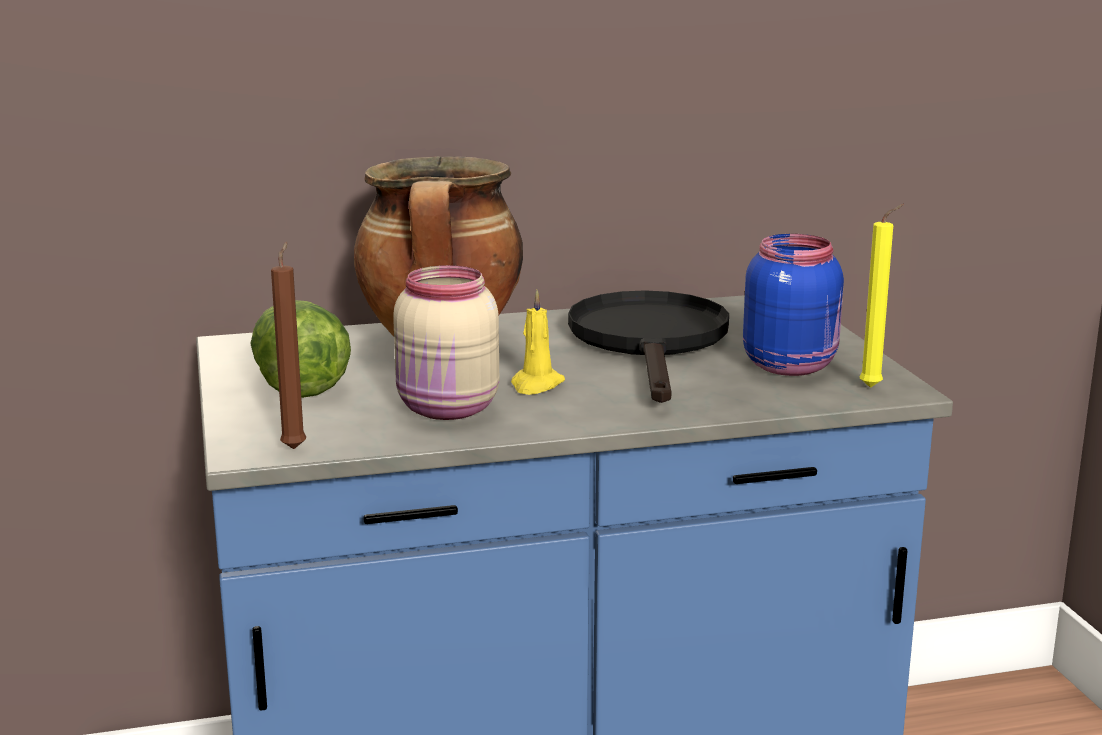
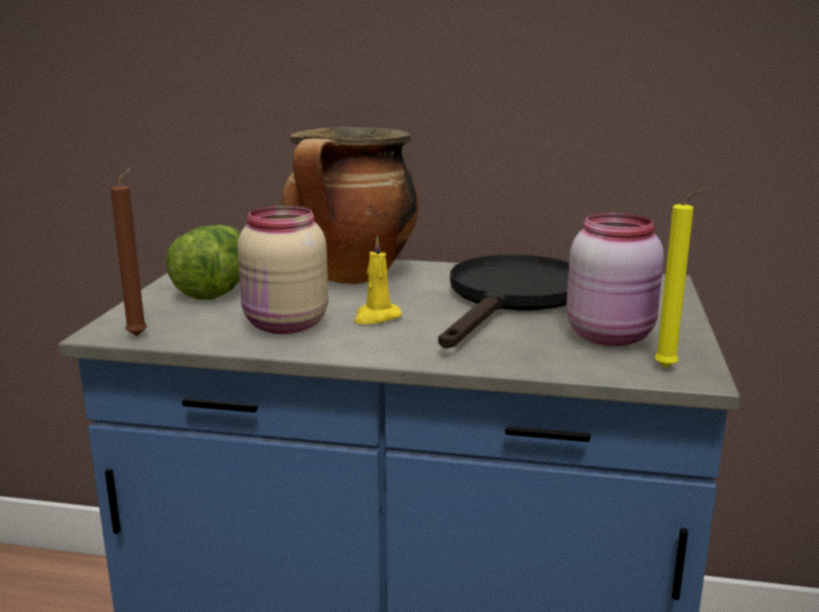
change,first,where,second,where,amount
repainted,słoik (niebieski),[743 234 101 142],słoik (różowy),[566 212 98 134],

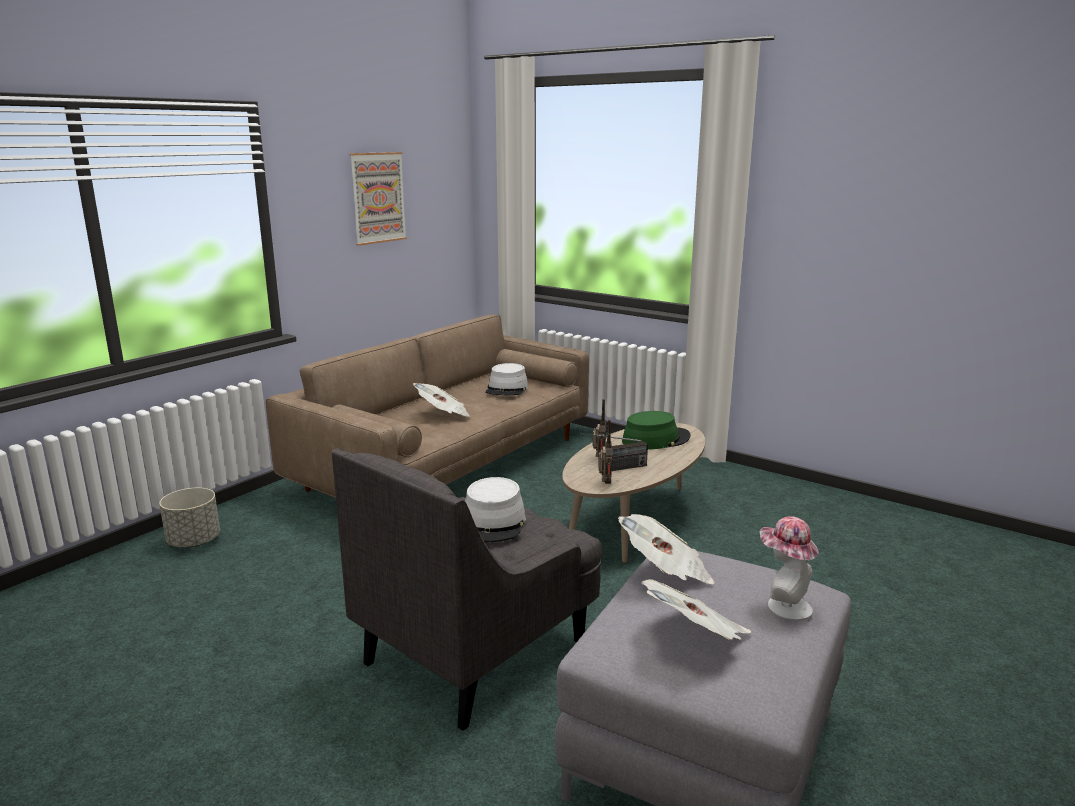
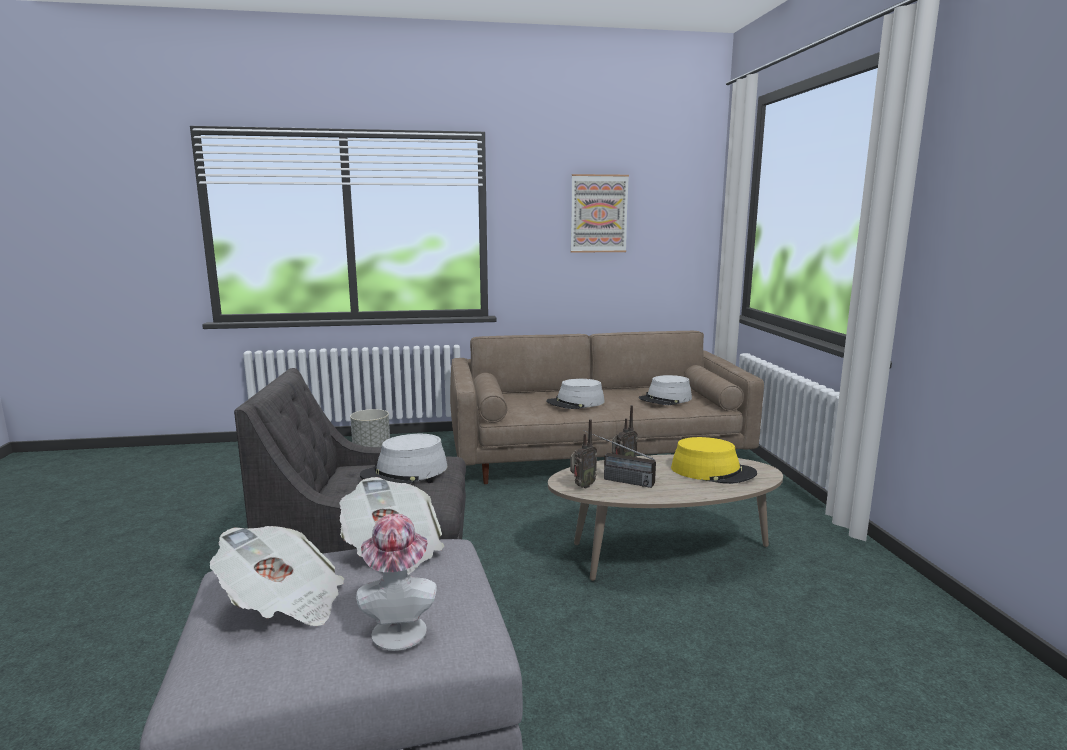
change,first,where,second,where,amount
swapped,gazeta,[413 383 57 34],kapelusz (szary),[546 379 59 30],
repainted,kapelusz (zielony),[622 411 69 39],kapelusz (żółty),[671 437 86 47],

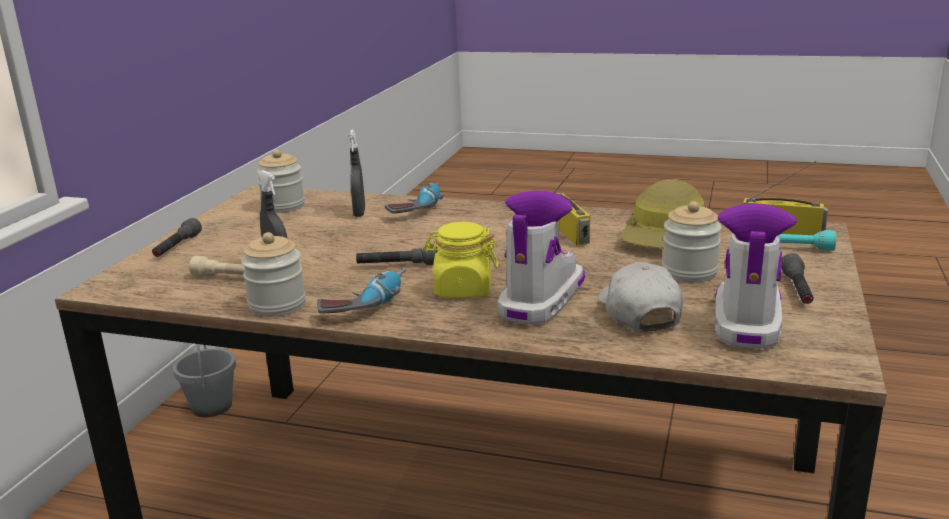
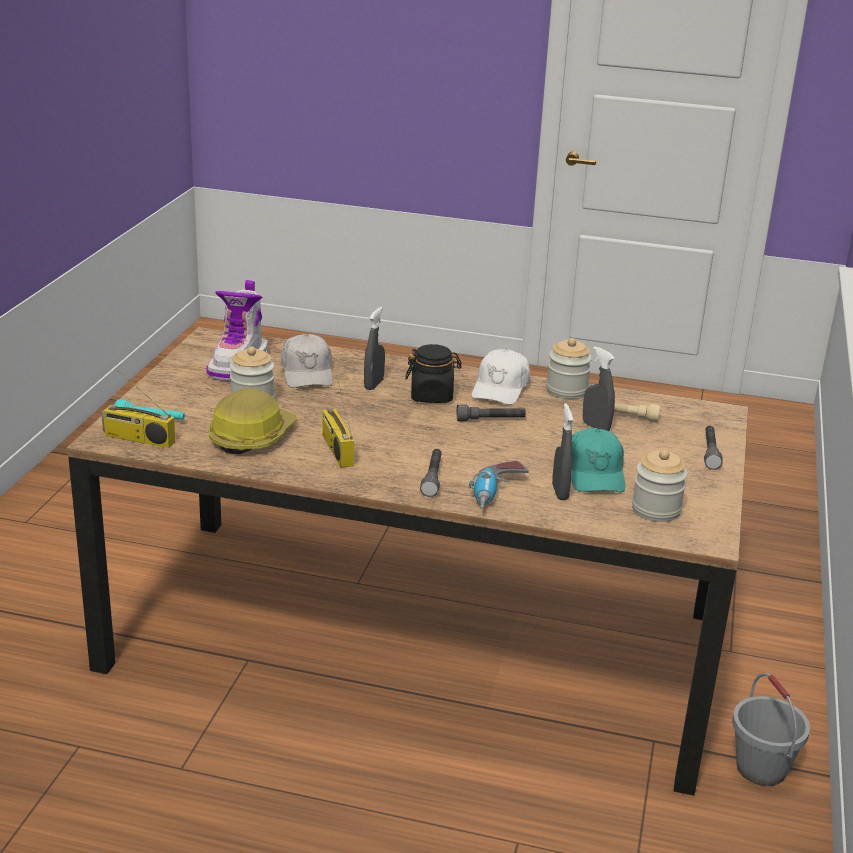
change,first,where,second,where,amount
swapped,but z cholewką,[497 191 88 134],spryskiwacz (szary),[364 307 21 83],
repainted,słoik (żółty),[424 222 74 76],słoik (czarny),[405 344 57 59],
shifted,latarka (szary),[781 253 33 51],,[420 449 22 48],
swapped,wiertarka,[317 268 89 45],czapka z daszkiem (biały),[471 349 59 56],
new,,,czapka z daszkiem (turkusowy),[571 428 54 64],

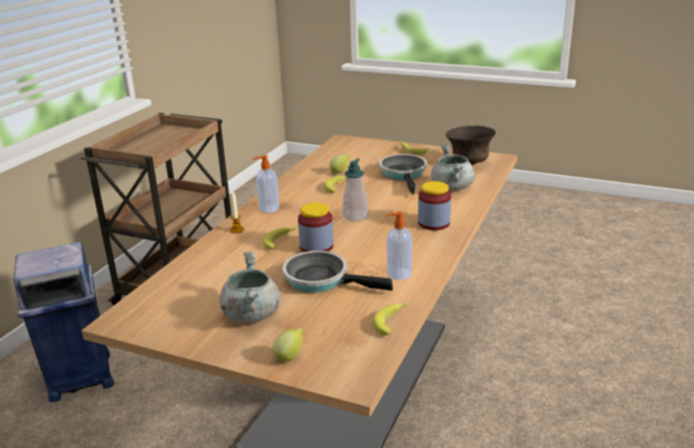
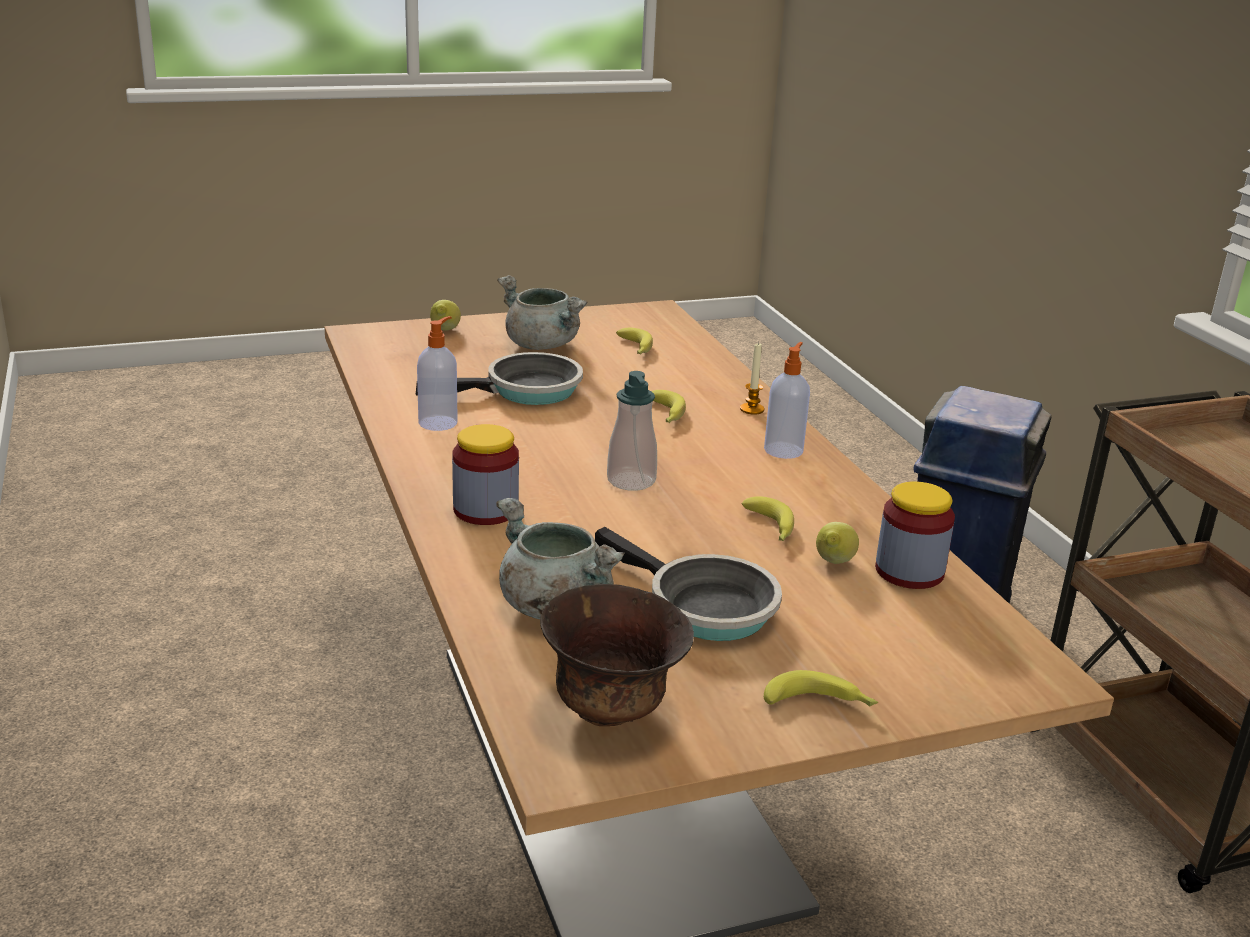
change,first,where,second,where,amount
shifted,banan,[373 302 34 33],,[616 328 37 26],
shifted,słoik,[298 202 35 50],,[875 481 80 108],

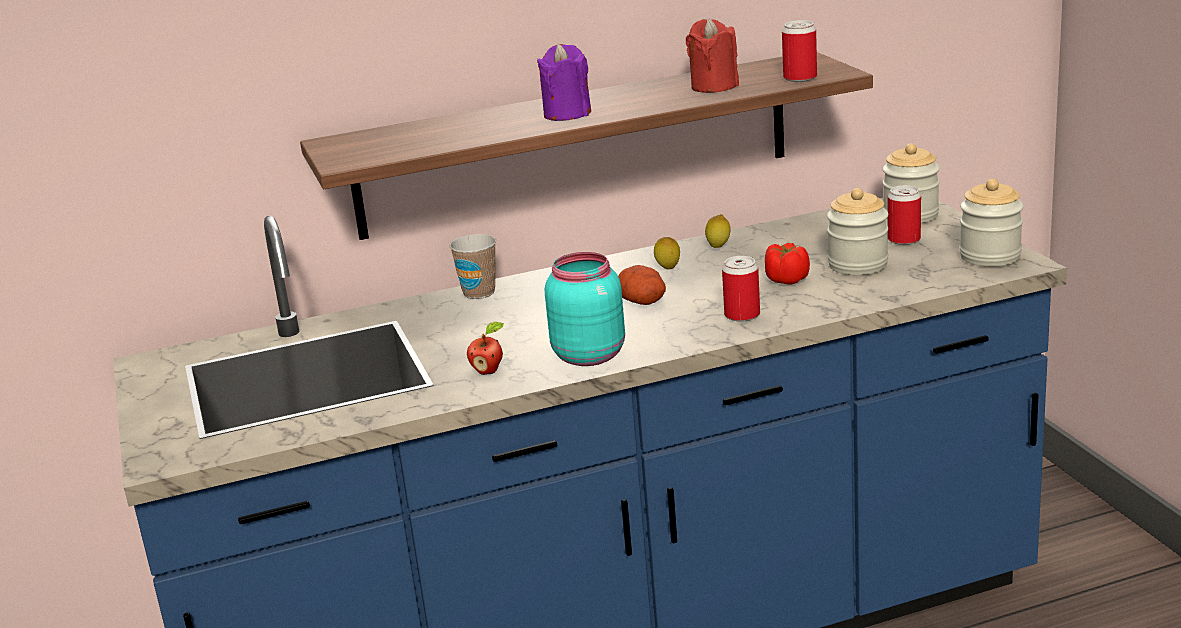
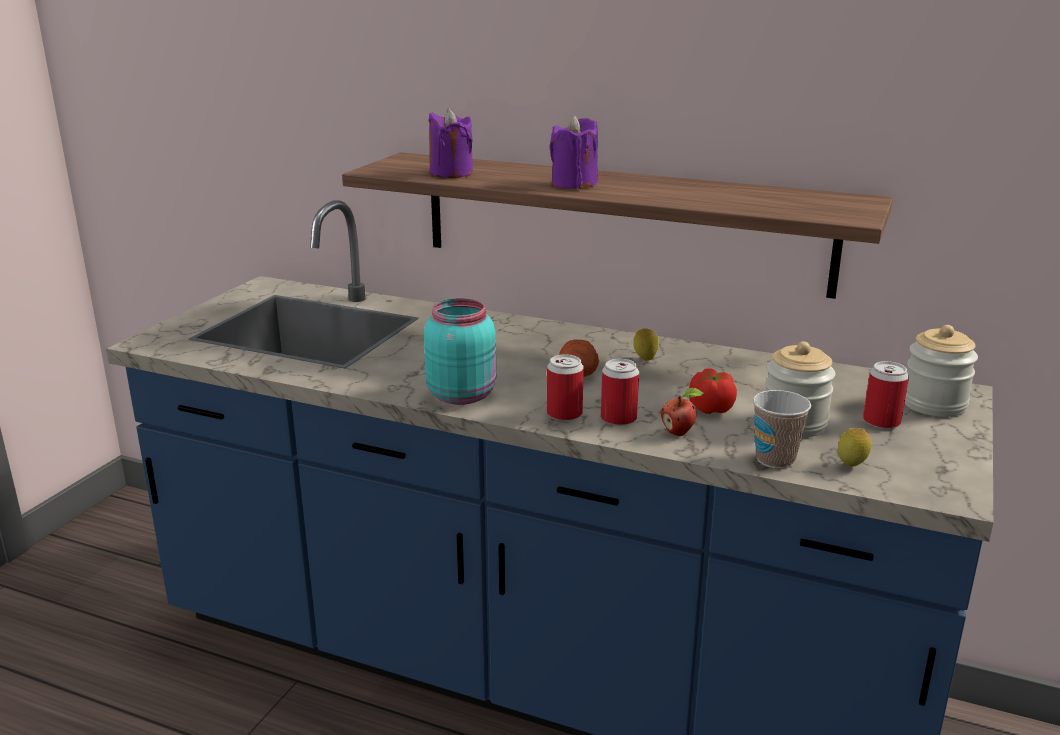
change,first,where,second,where,amount
new,,,świeca (fioletowy),[428 108 45 70],
shifted,puszka,[782 20 35 62],,[547 354 37 67],
shifted,jabłko,[467 322 37 53],,[661 388 42 48],
shifted,filiżanka,[449 234 47 65],,[753 390 58 79],
shifted,cytryna,[705 214 26 34],,[838 428 34 39],
gone,świeca (czerwony),[686 18 53 75],,,
gone,słoik,[959 179 65 88],,,

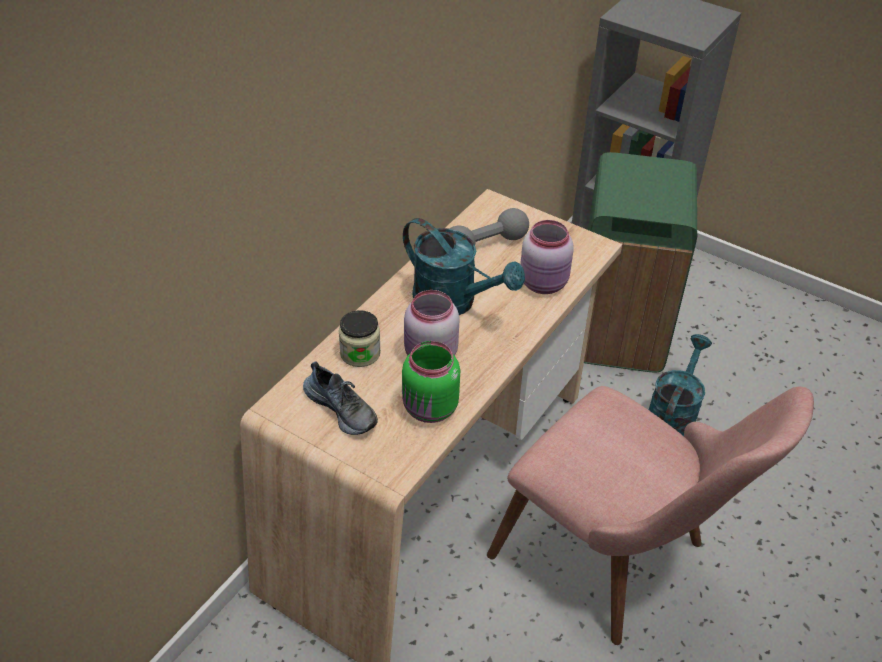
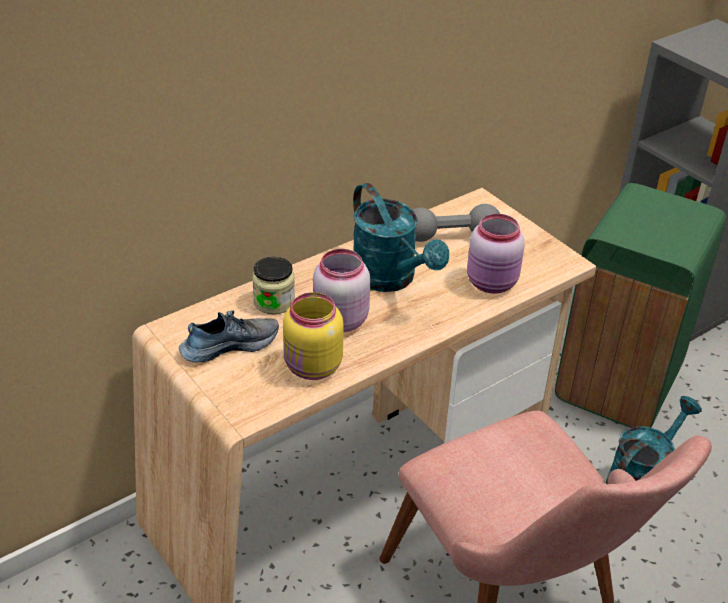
change,first,where,second,where,amount
rotated,but,[303 361 75 74],,[179 310 100 53],90 degrees counterclockwise
repainted,słoik (zielony),[402 341 58 82],słoik (żółty),[283 292 61 88],

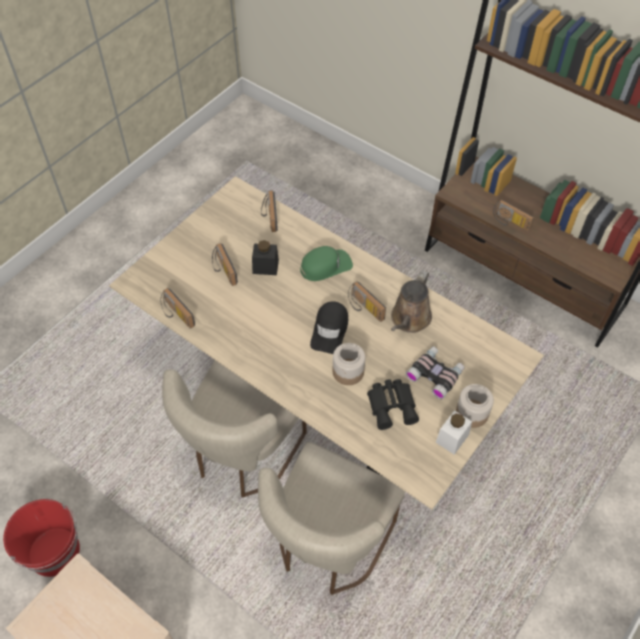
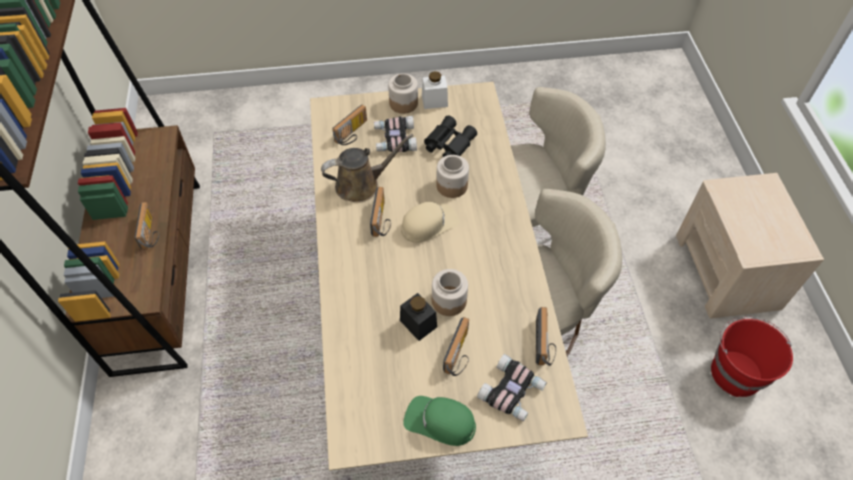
change,first,where,second,where,amount
shifted,radio,[261 190 17 42],,[333 105 34 40],
repainted,czapka z daszkiem (czarny),[310 301 38 53],czapka z daszkiem (beżowy),[401 202 59 41],
shifted,czapka z daszkiem (zielony),[300 246 53 35],,[403 396 73 50],
new,,,słoik,[432 269 36 47],
new,,,lornetka,[477 354 70 67],

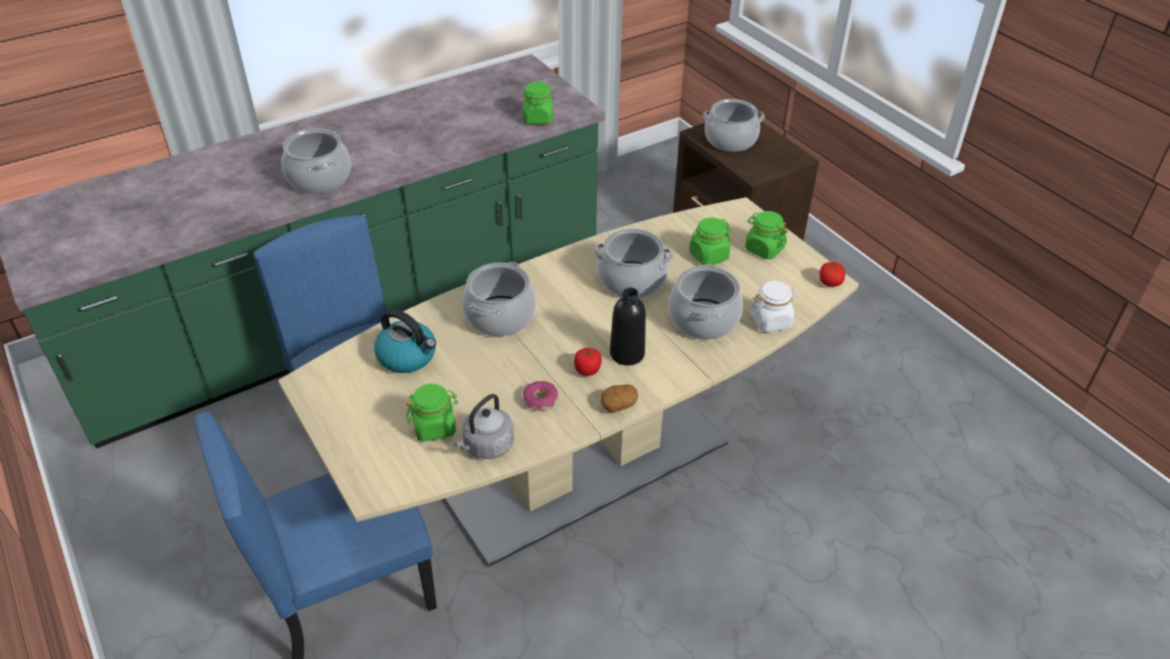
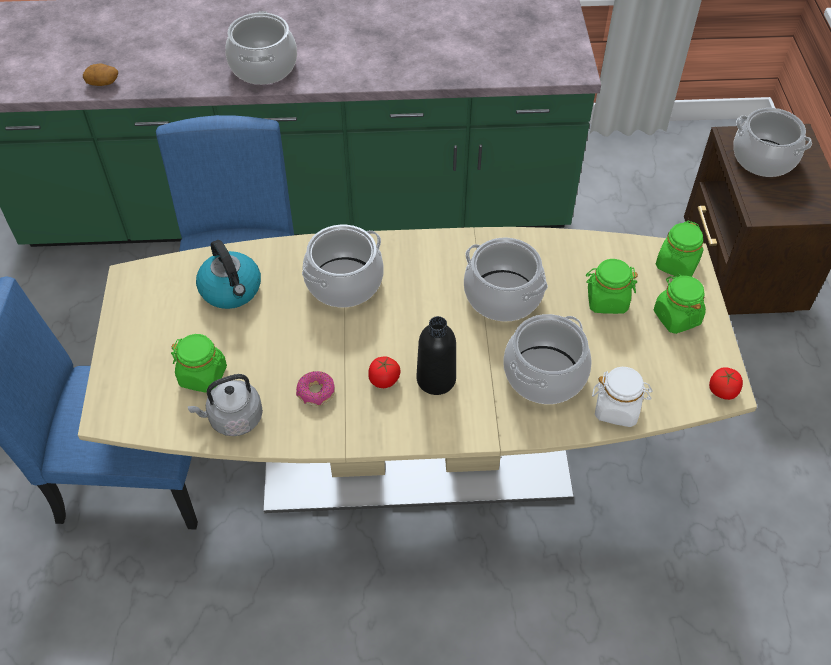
change,first,where,second,where,amount
shifted,ziemniak,[600 384 38 28],,[83 64 35 22],
shifted,słoik (zielony),[523 81 30 43],,[656 221 48 56],

